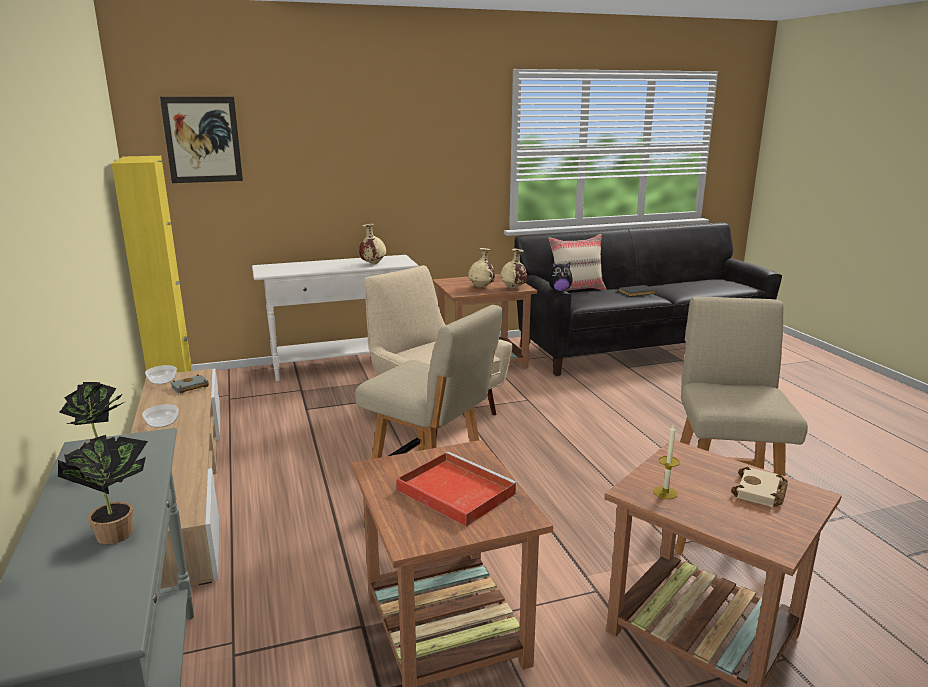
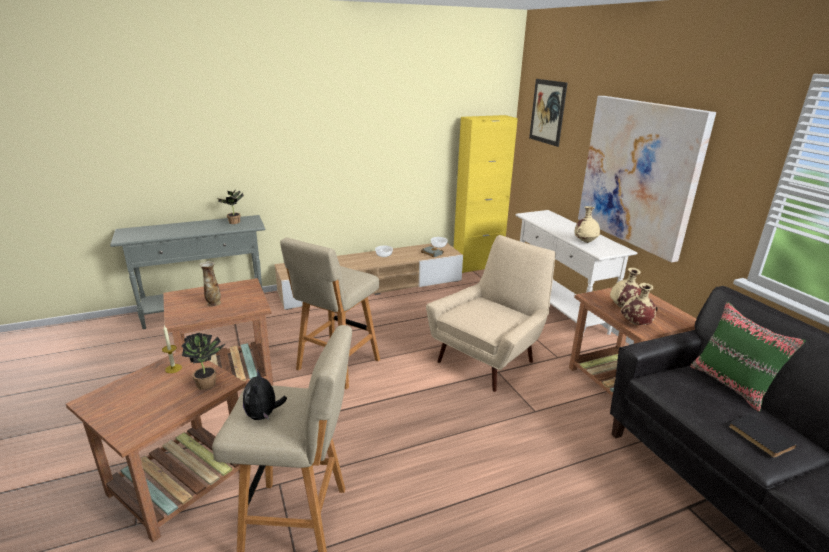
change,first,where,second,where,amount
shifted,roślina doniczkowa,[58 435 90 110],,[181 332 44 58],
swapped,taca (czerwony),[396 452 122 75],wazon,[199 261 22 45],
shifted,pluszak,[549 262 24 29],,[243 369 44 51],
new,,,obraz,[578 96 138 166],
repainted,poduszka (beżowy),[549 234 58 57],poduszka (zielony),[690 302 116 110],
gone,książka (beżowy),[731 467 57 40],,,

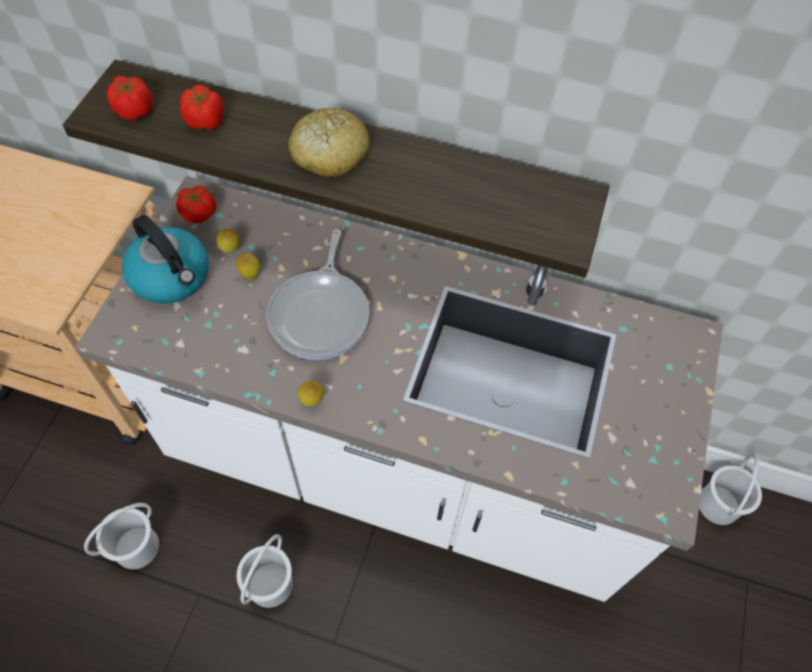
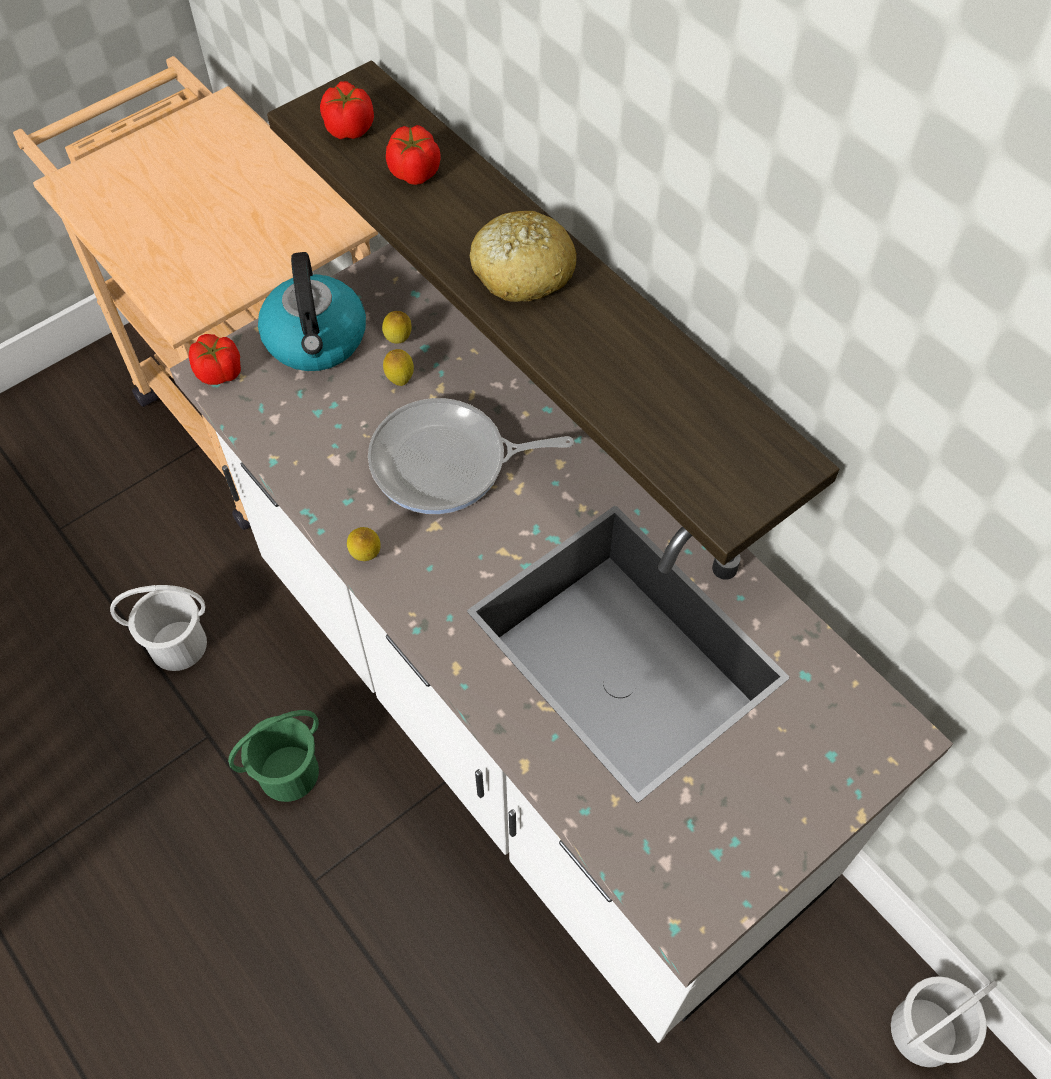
change,first,where,second,where,amount
shifted,pomidor,[176 186 40 37],,[189 334 52 51],
repainted,wiadro (biały),[236 534 57 74],wiadro (zielony),[228 710 91 92],
rotated,patelnia,[266 229 103 131],,[368 398 206 116],45 degrees clockwise

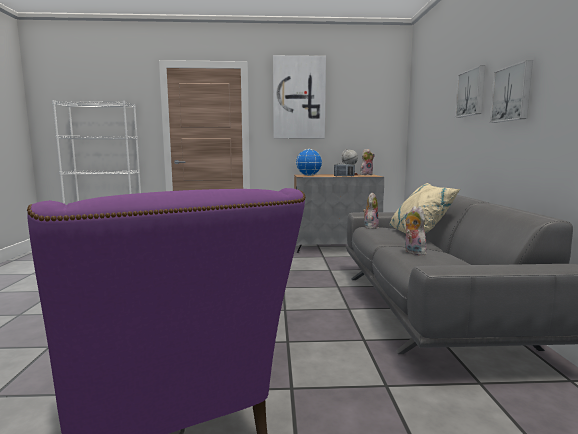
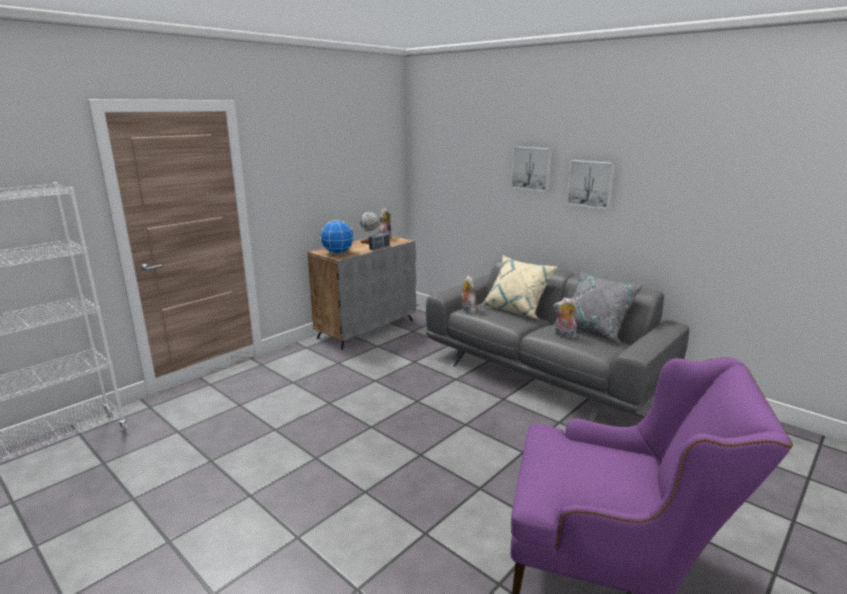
change,first,where,second,where,amount
new,,,poduszka (szary),[554 271 90 72],
gone,obraz,[273 55 53 83],,,

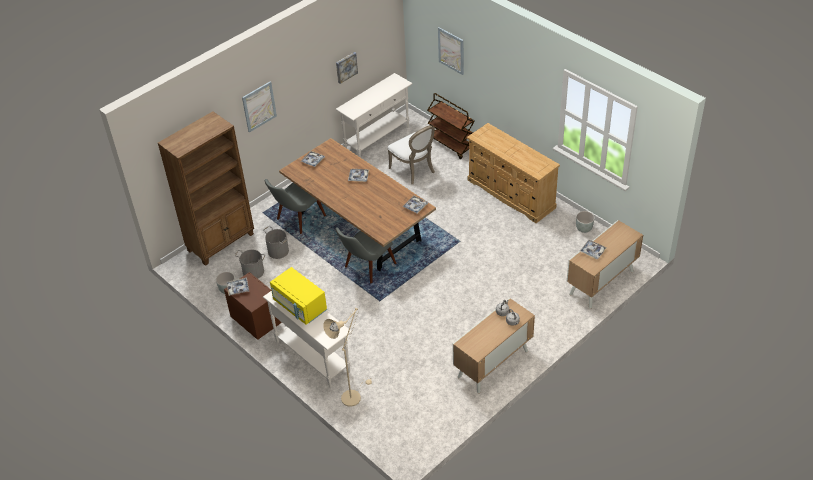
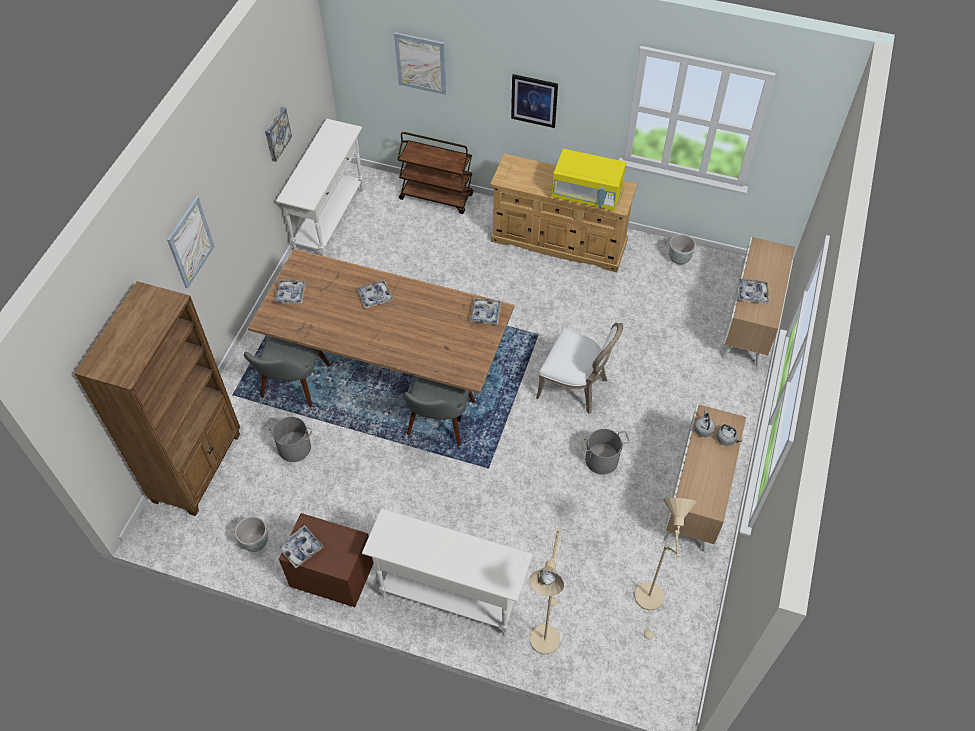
change,first,where,second,where,amount
new,,,obraz,[511 74 47 54],
shifted,krzesło (biały),[387 125 48 59],,[536 323 87 91],
shifted,mikrofalówka (żółty),[270 267 57 58],,[552 149 74 62],
shifted,wiadro (szary),[235 249 30 30],,[581 429 48 46],
new,,,lampa stojąca (beżowy),[634 498 63 141],

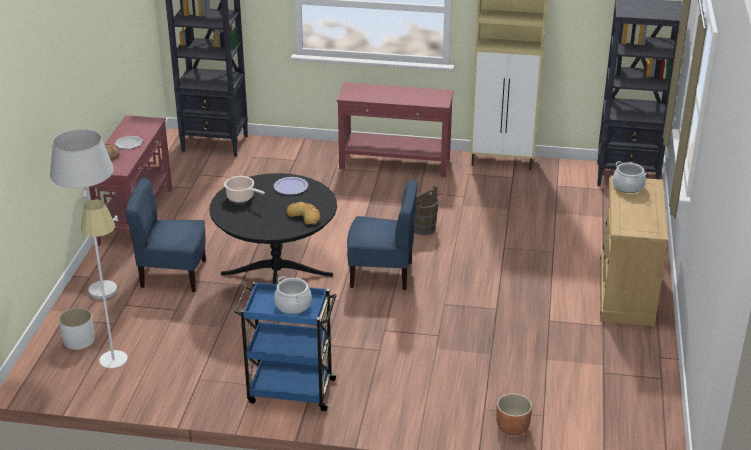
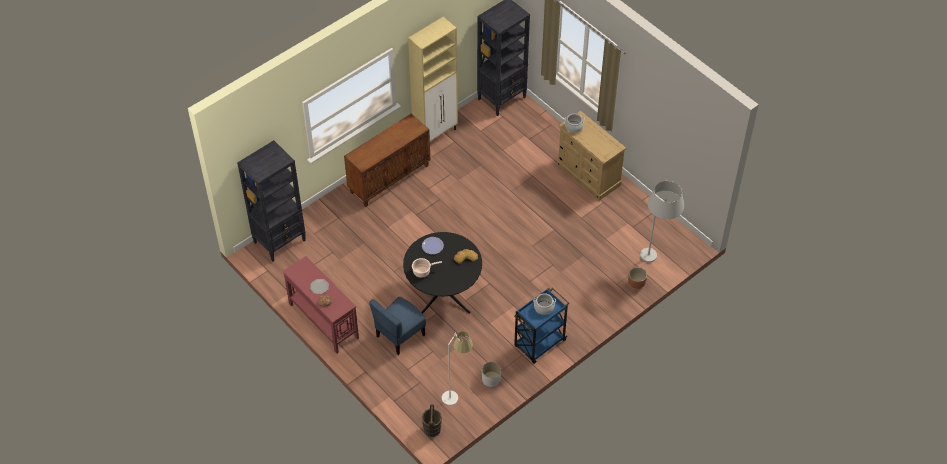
change,first,where,second,where,amount
swapped,stolik konsolowy (czerwony),[337 82 117 95],szafka (brązowy),[344 114 86 93],
shifted,wiadro (brązowy),[414 185 25 50],,[422 404 20 33],
shifted,donica (biały),[59 308 36 42],,[482 362 19 25],
shifted,lampa stojąca (biały),[50 129 67 170],,[640 181 44 82],
gone,krzesło (niebieski),[347 180 71 110],,,

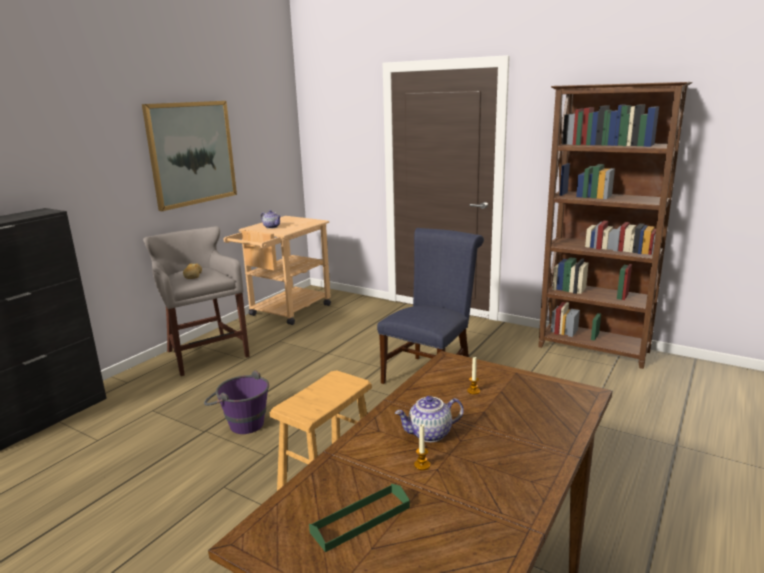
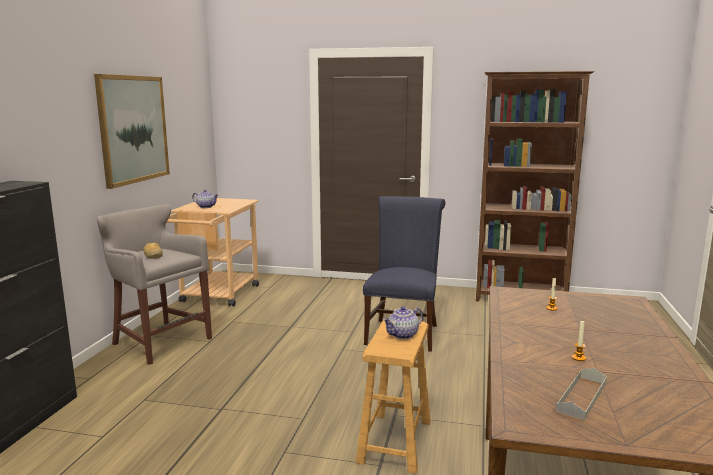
change,first,where,second,where,amount
shifted,imbryk,[395 396 69 46],,[383 306 40 33],
repainted,taca (zielony),[309 484 101 68],taca (szary),[556 368 51 53],
gone,wiadro (fioletowy),[204 370 65 64],,,

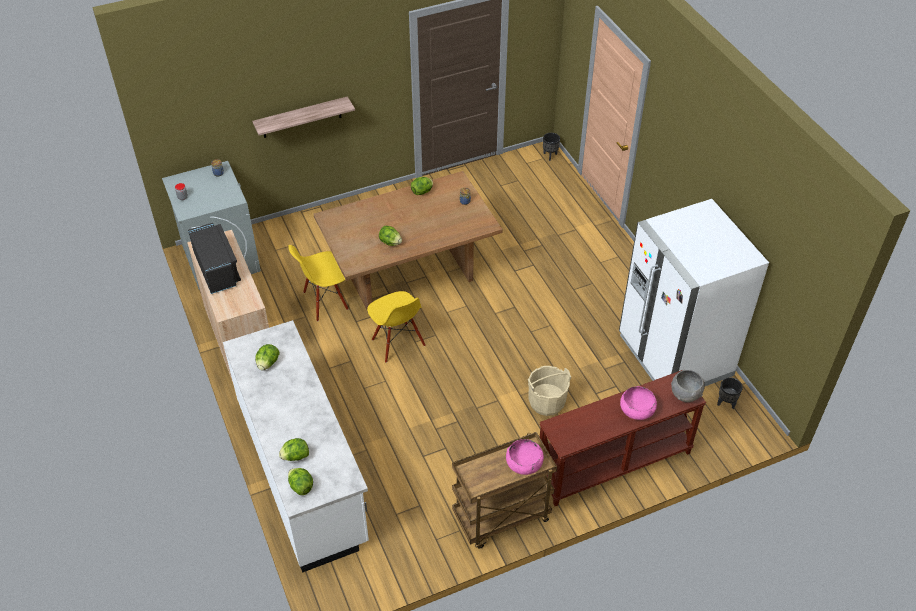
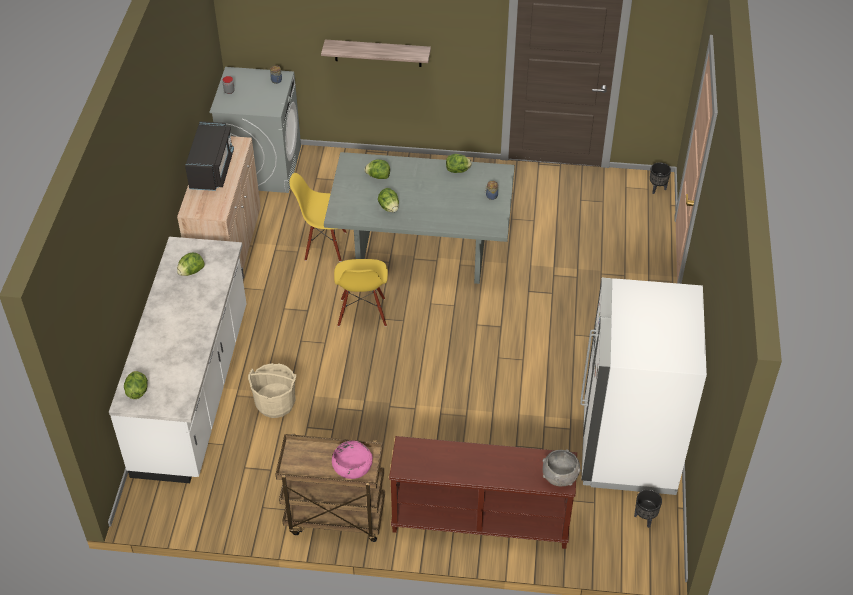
change,first,where,second,where,amount
shifted,wiadro (beżowy),[528 366 43 50],,[248 363 48 55],
repainted,stół jadalny (brązowy),[314 171 189 141],stół jadalny (szary),[324 152 191 132],
shifted,sałata,[279 438 30 23],,[365 159 25 20],
gone,miska (różowy),[620 386 37 34],,,

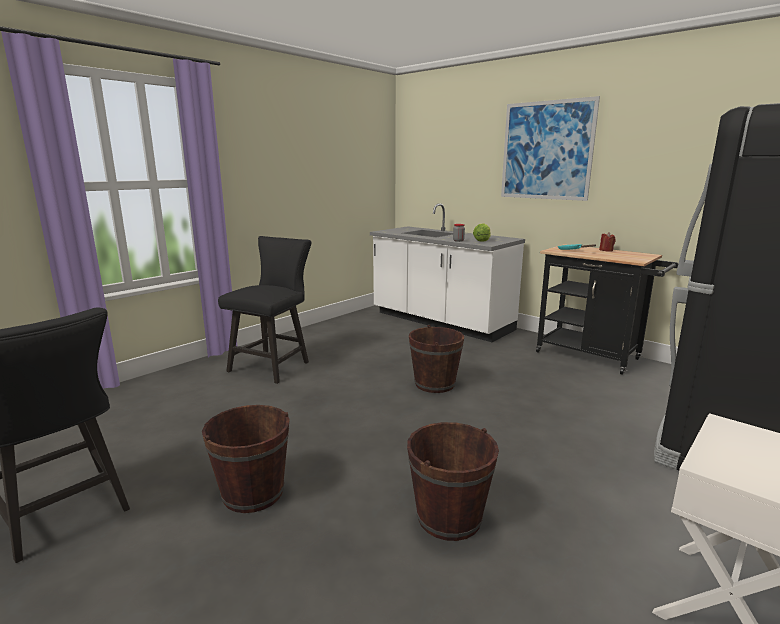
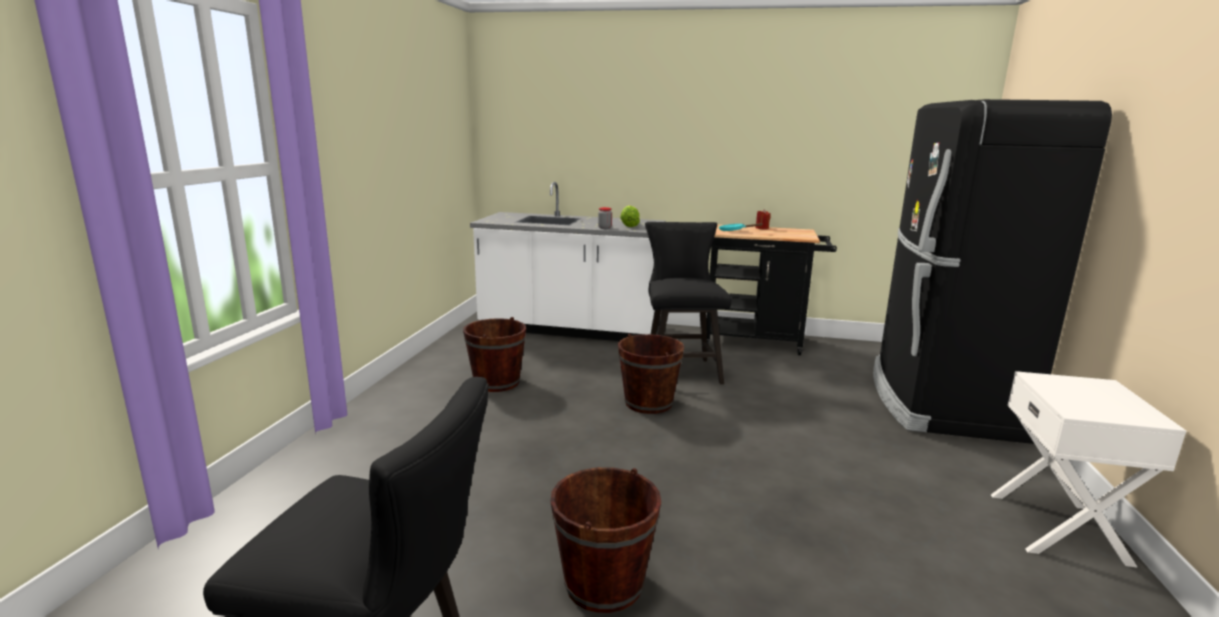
change,first,where,second,where,amount
shifted,wiadro (brązowy),[407 422 92 119],,[463 317 63 75],
shifted,krzesło (czarny),[218 236 93 148],,[645 222 86 162],
gone,obraz,[501 96 99 105],,,

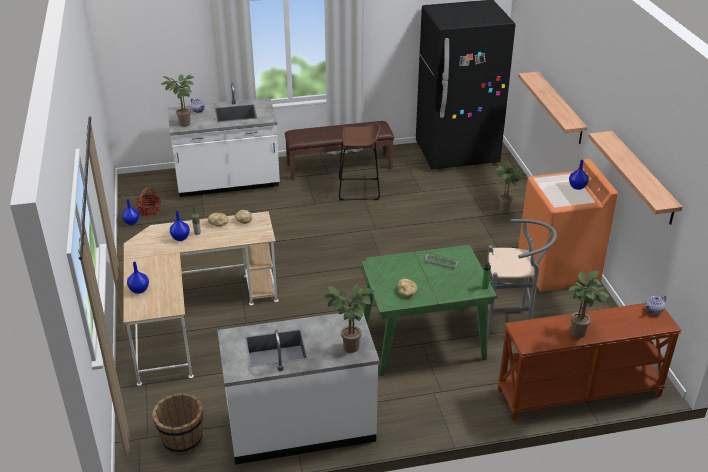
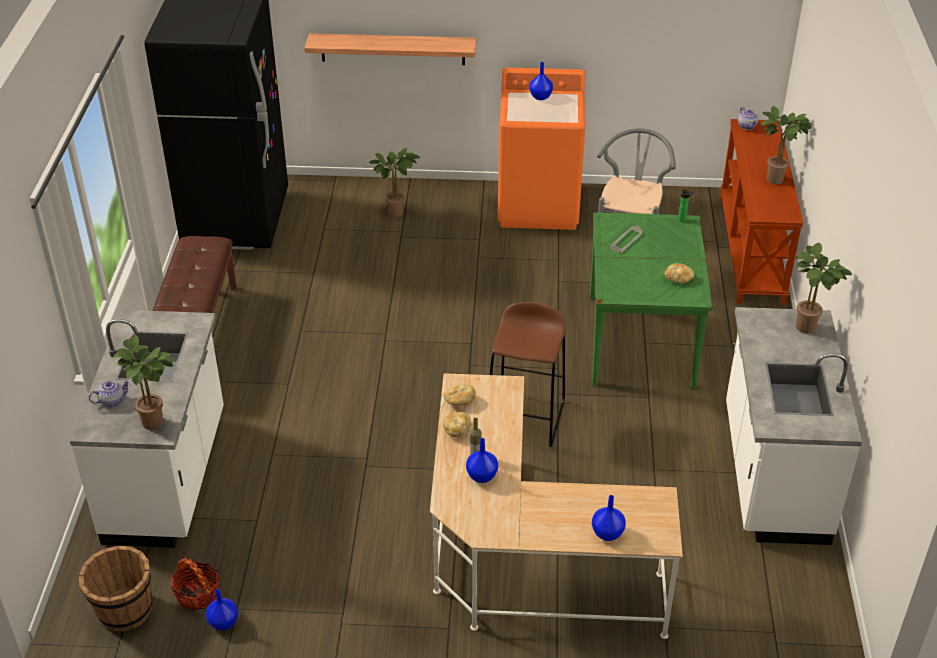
change,first,where,second,where,amount
shifted,wiadro (brązowy),[152 393 51 63],,[79 546 73 86],
shifted,stołek (brązowy),[339 122 42 78],,[490 302 75 145],
gone,półka,[588 131 94 94],,,

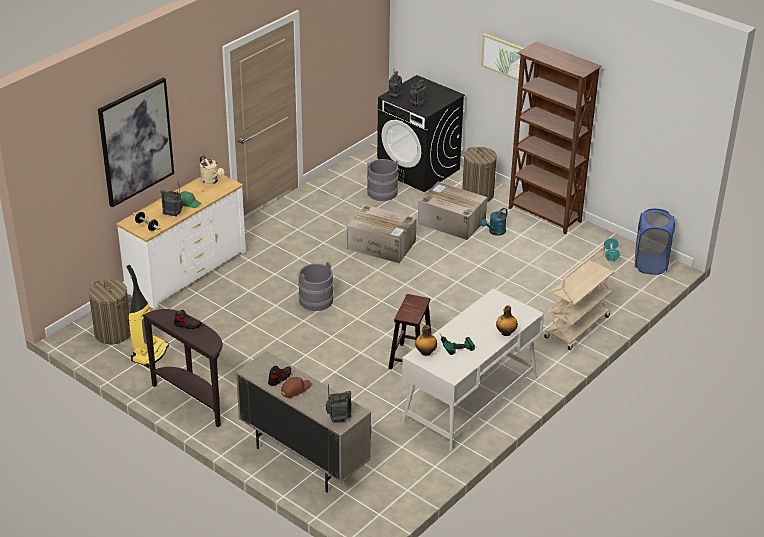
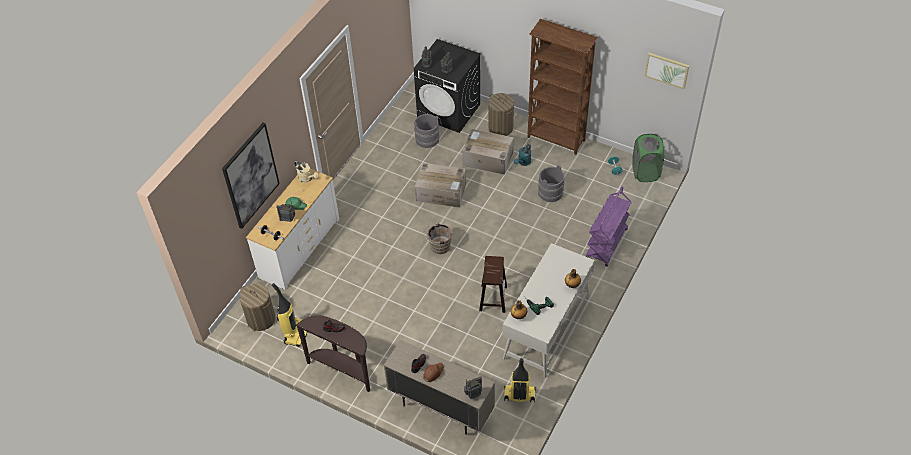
change,first,where,second,where,amount
new,,,wiadro (brązowy),[424 223 29 31],
new,,,odkurzacz,[504 358 32 44],
shifted,wiadro (szary),[298 262 36 49],,[538 165 27 37],
repainted,wózek (beżowy),[544 246 71 104],wózek (fioletowy),[585 187 47 80],
repainted,kosz na pranie (niebieski),[635 209 40 66],kosz na pranie (zielony),[632 134 32 48],
shifted,obraz,[481 33 43 48],,[645 53 44 36],

